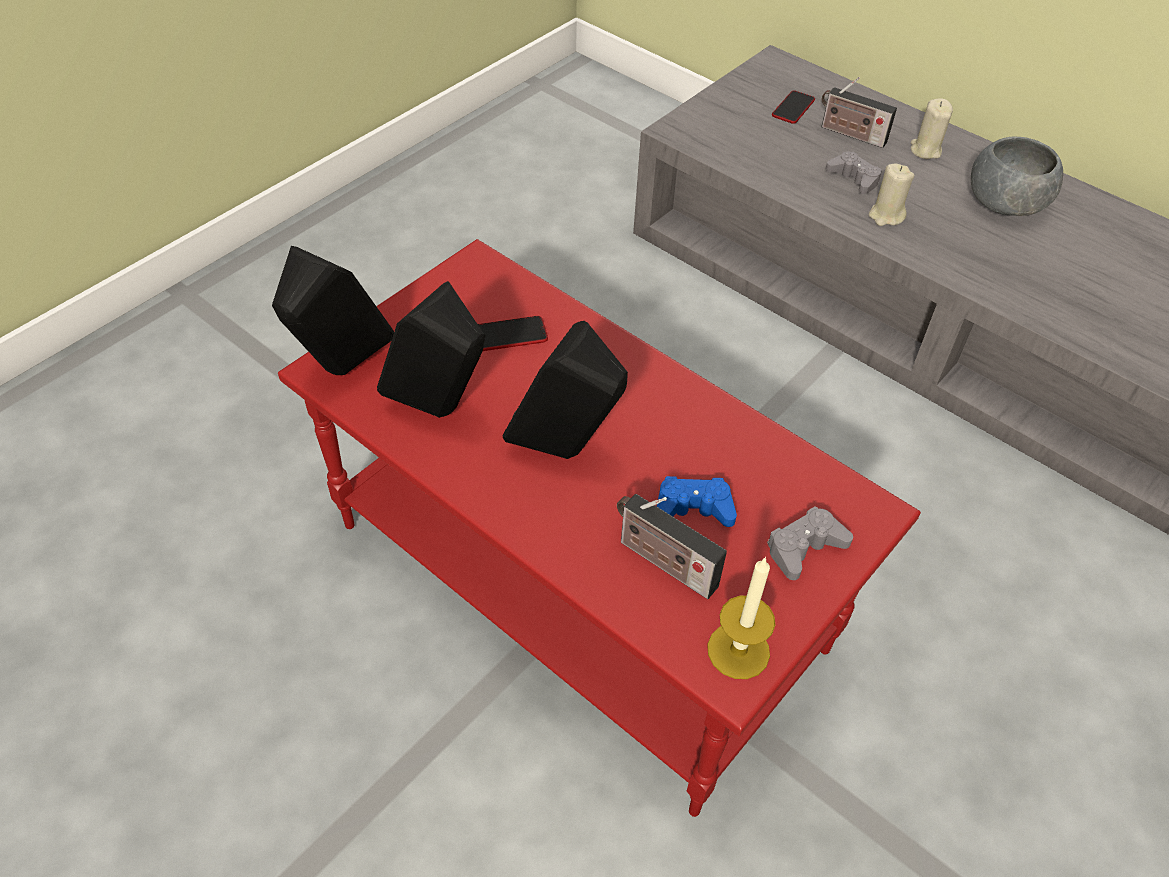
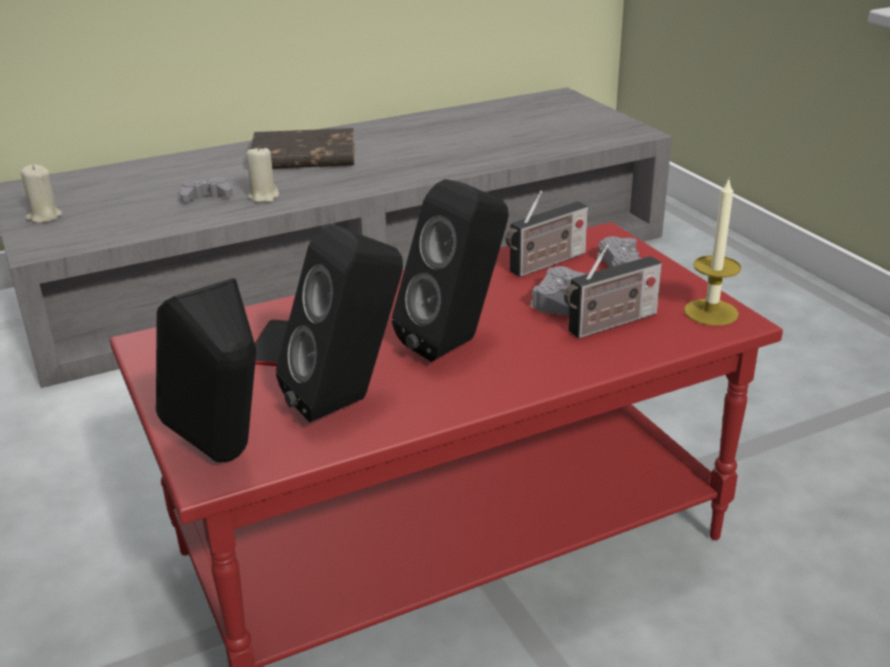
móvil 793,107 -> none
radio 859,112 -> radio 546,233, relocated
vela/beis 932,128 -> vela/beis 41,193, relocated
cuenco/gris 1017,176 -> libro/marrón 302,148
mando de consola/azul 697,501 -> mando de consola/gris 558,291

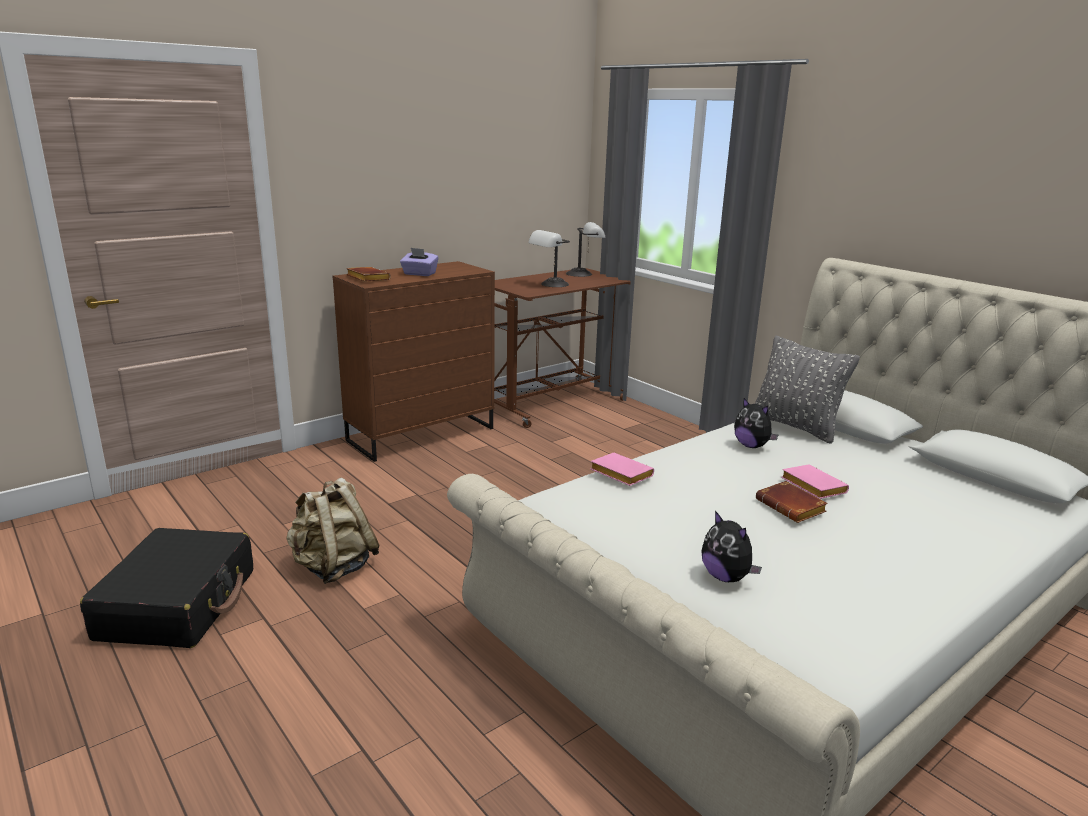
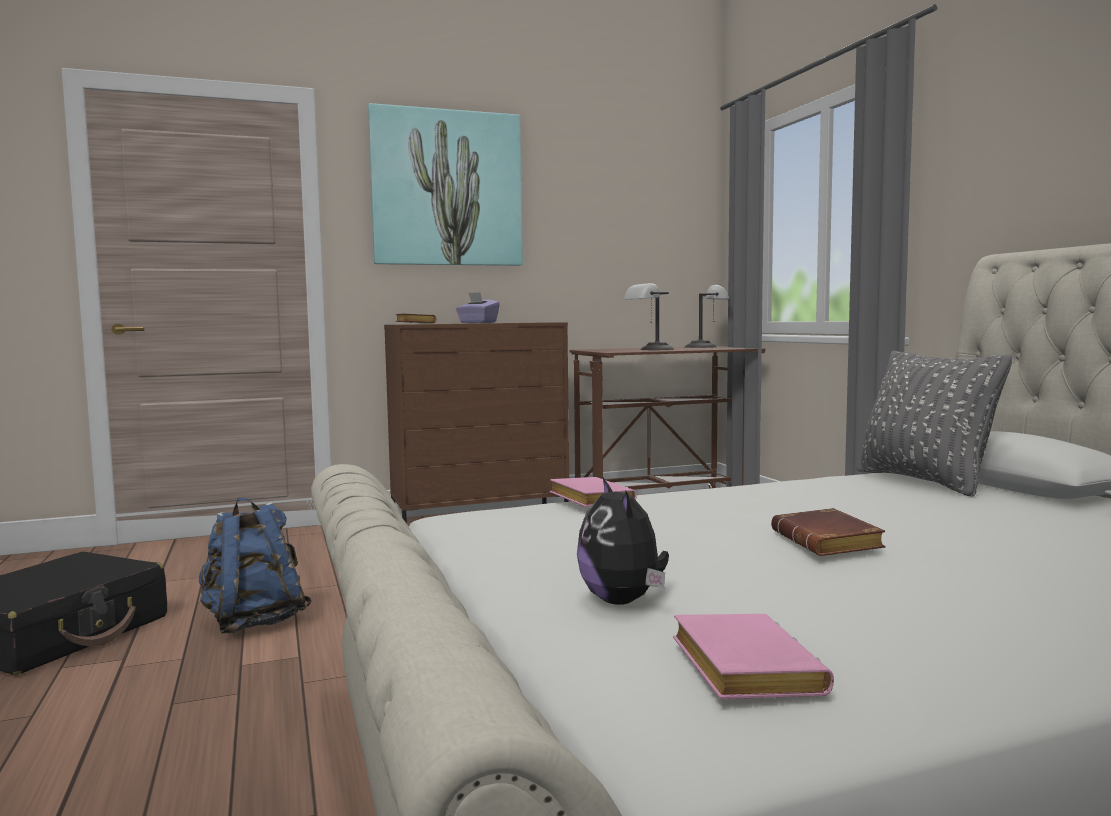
peluche 756,423 -> none
none -> cuadro 445,184
libro/rosa 815,481 -> libro/rosa 753,656, relocated
mochila/beis 332,530 -> mochila/azul 255,566

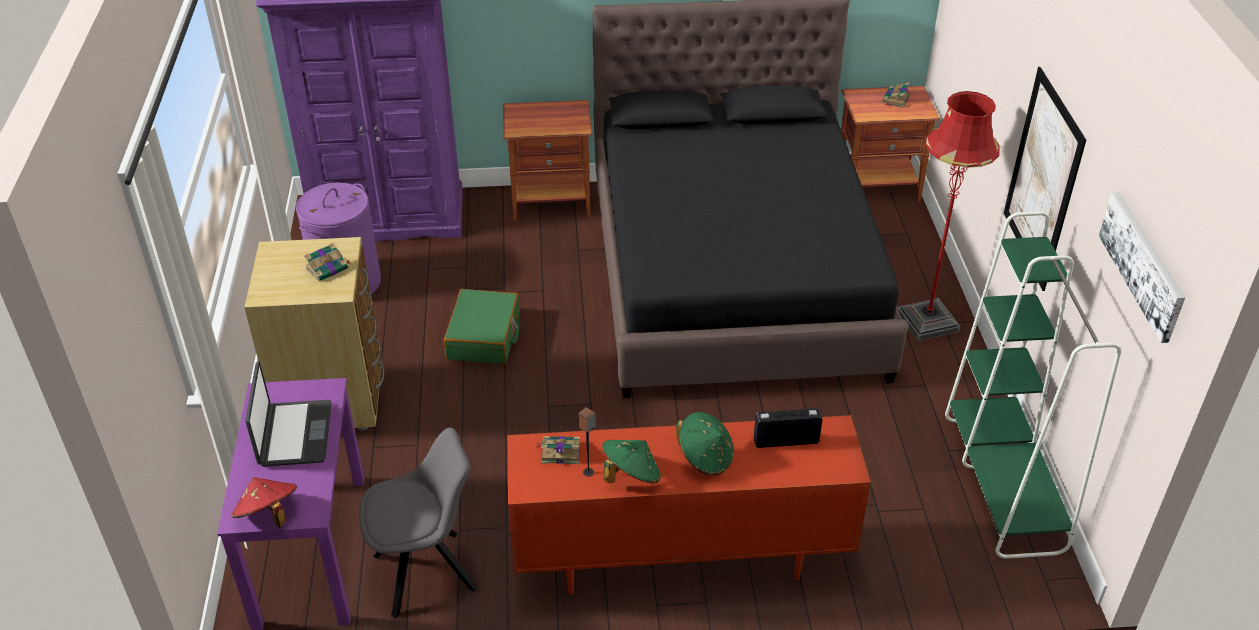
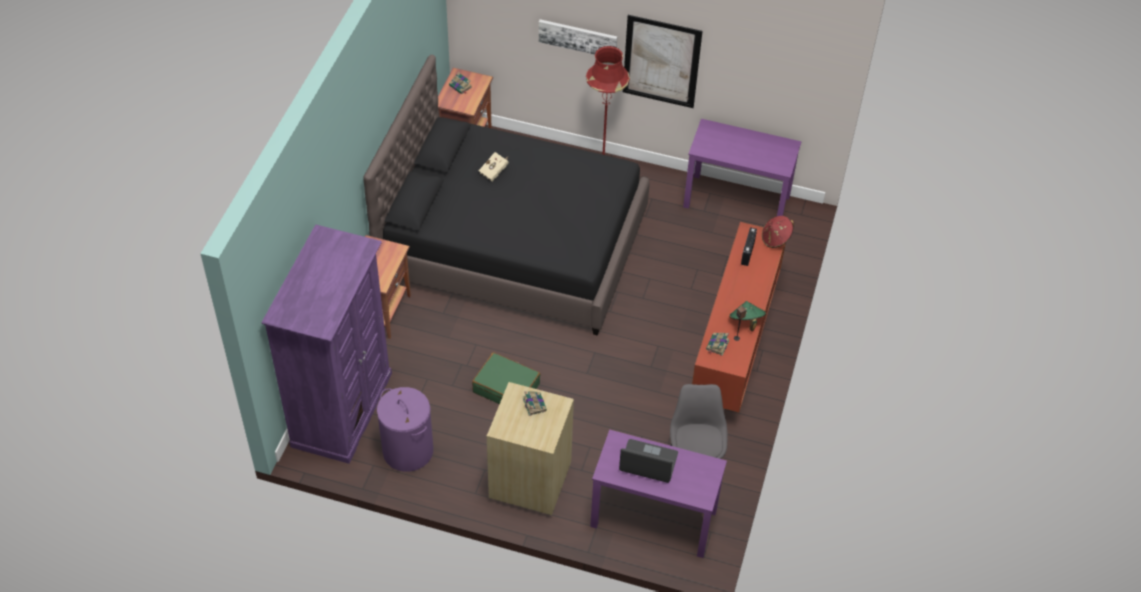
sombrero/verde 705,443 -> none
none -> libro/beis 493,166
sombrero/rojo 264,502 -> sombrero/rojo 778,232, relocated
cuadro 1142,267 -> cuadro 578,37, relocated
perchero/verde 1033,384 -> escritorio/morado 742,167

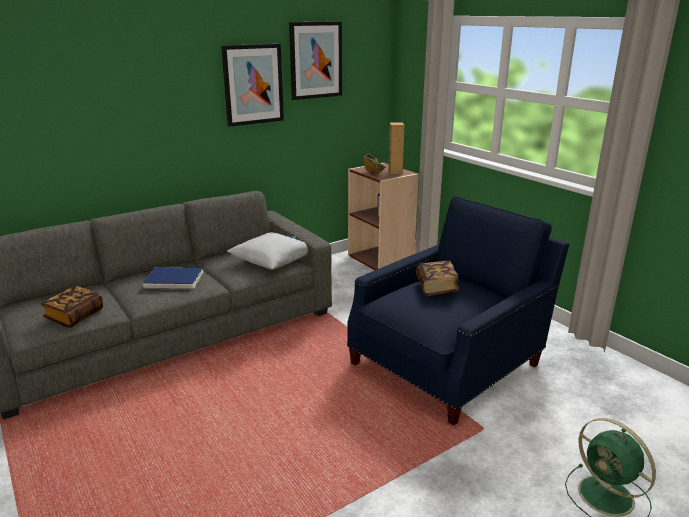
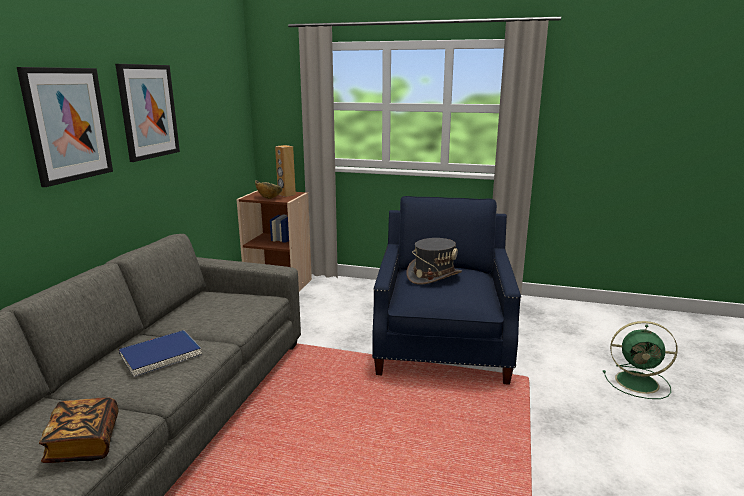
cojín/gris 267,251 -> none
cuadro 315,60 -> cuadro 65,127, relocated
libro 437,278 -> sombrero/gris 434,261

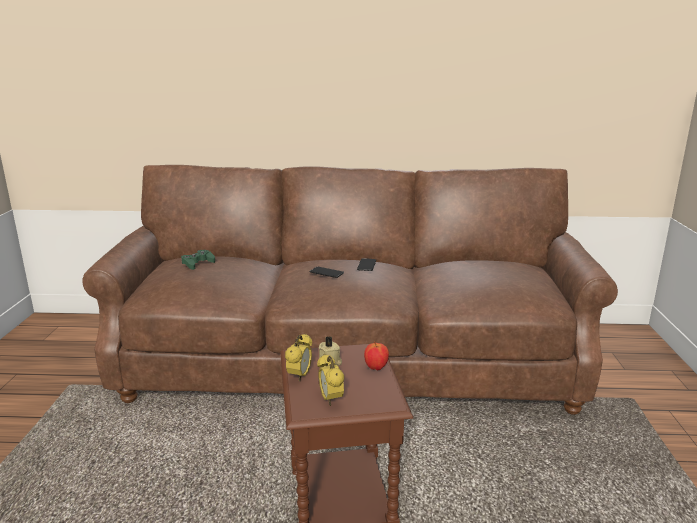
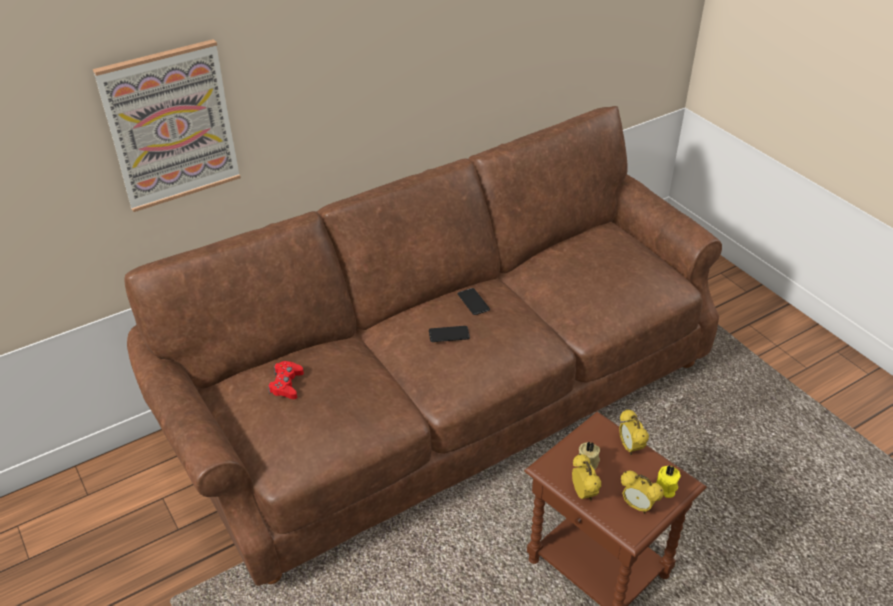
none -> cuadro 167,125
none -> vela/amarillo 668,481
manzana 376,356 -> despertador 634,432
mando de consola/verde 198,260 -> mando de consola/rojo 286,380

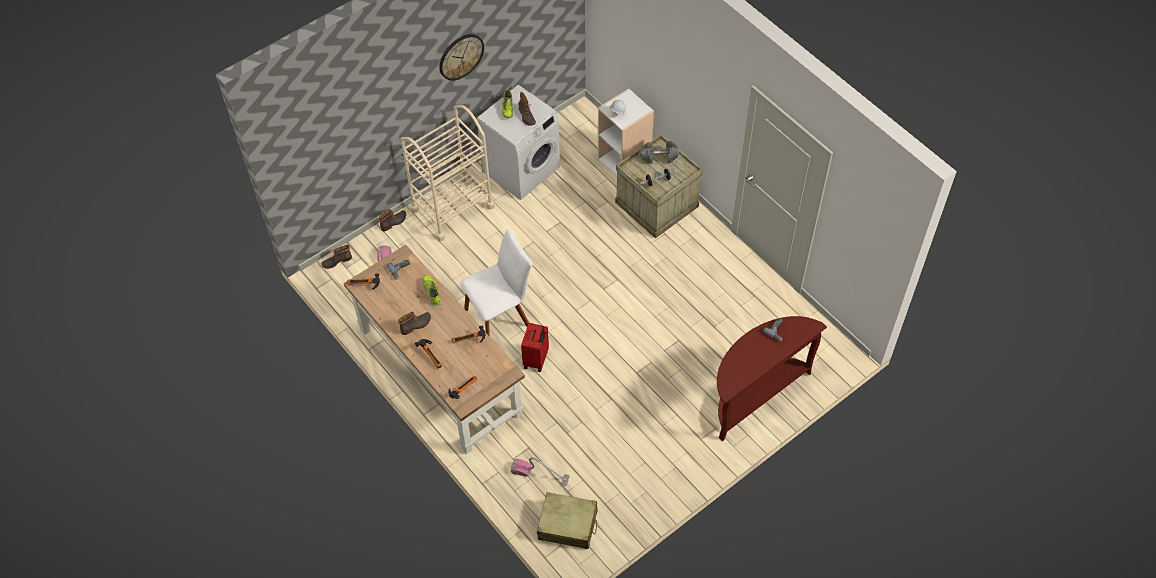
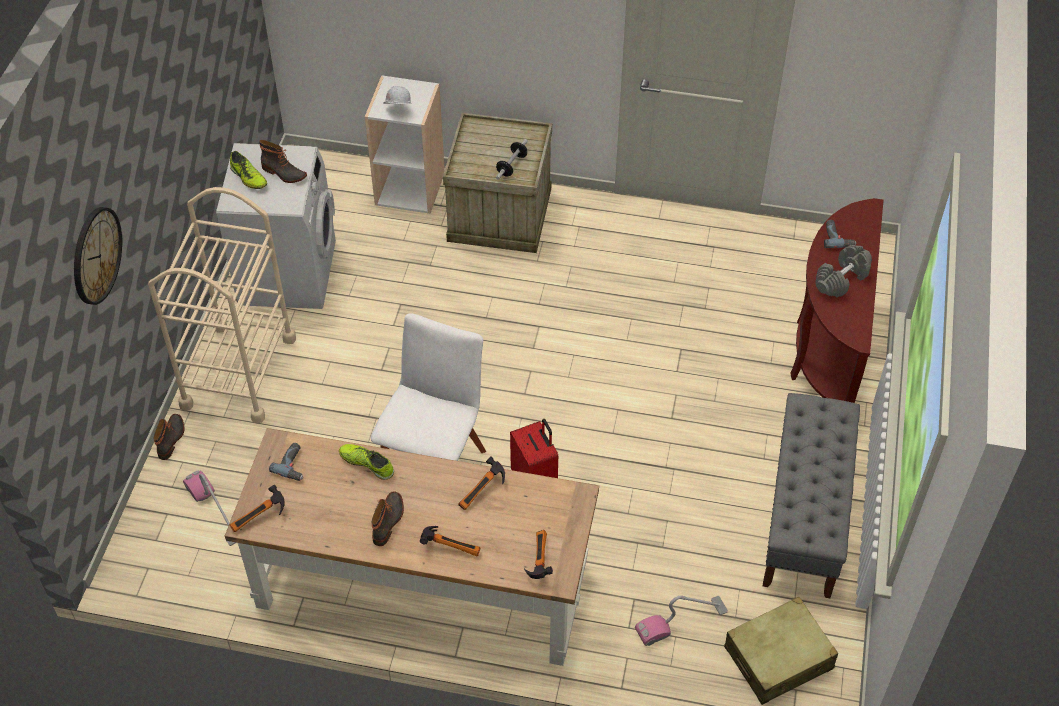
bota 337,257 -> none
none -> banco/gris 811,495
reloj de pared 461,57 -> reloj de pared 98,256, relocated
mancuerna/gris 659,152 -> mancuerna/gris 843,271, relocated

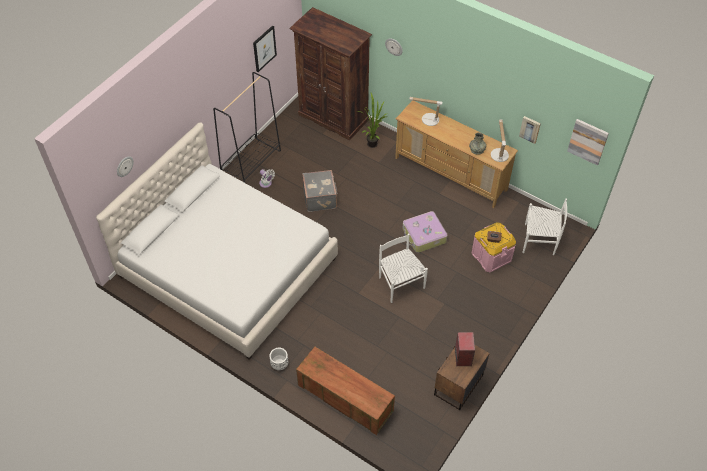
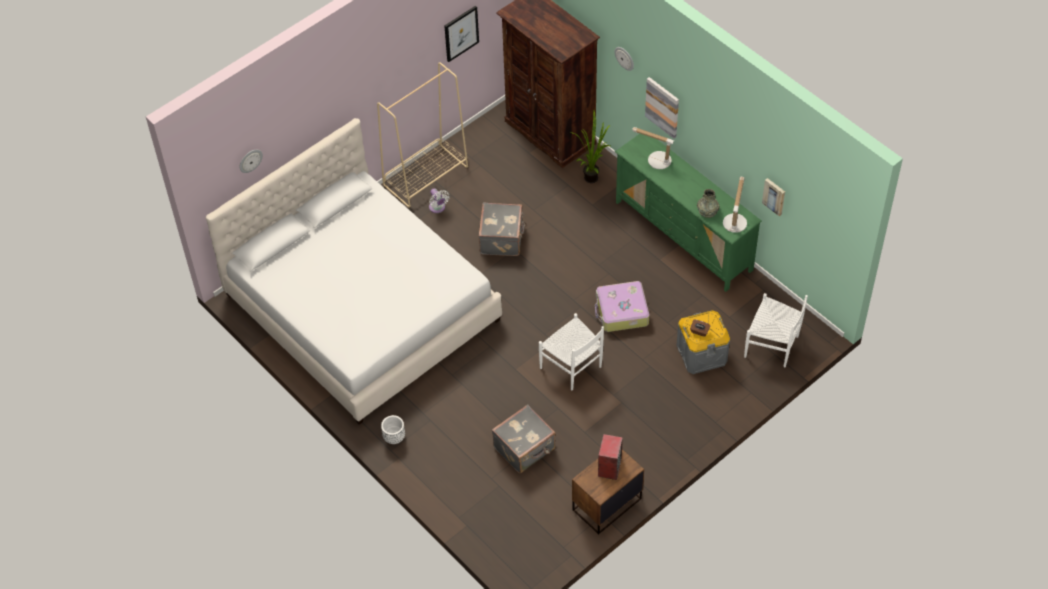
banco/marrón 345,391 -> none
none -> maleta/gris 524,439
cuadro 588,142 -> cuadro 662,108, relocated
perchero/negro 247,127 -> perchero/beis 422,135
cómoda/marrón 456,154 -> cómoda/verde 688,211
caja de almacenaje/rosa 493,247 -> caja de almacenaje/gris 703,342
silla/blanco 403,268 -> silla/blanco 571,351, 150 degrees clockwise

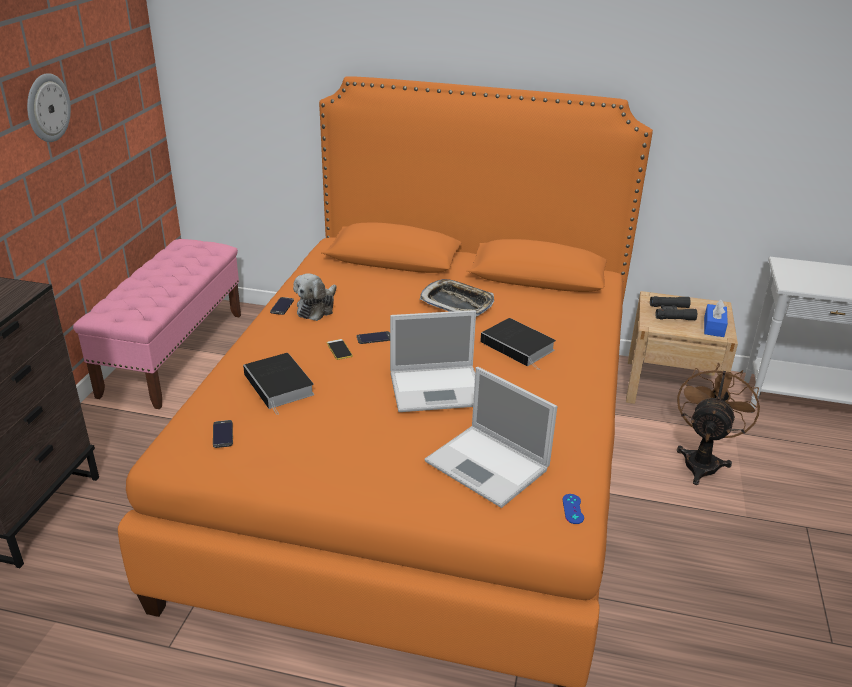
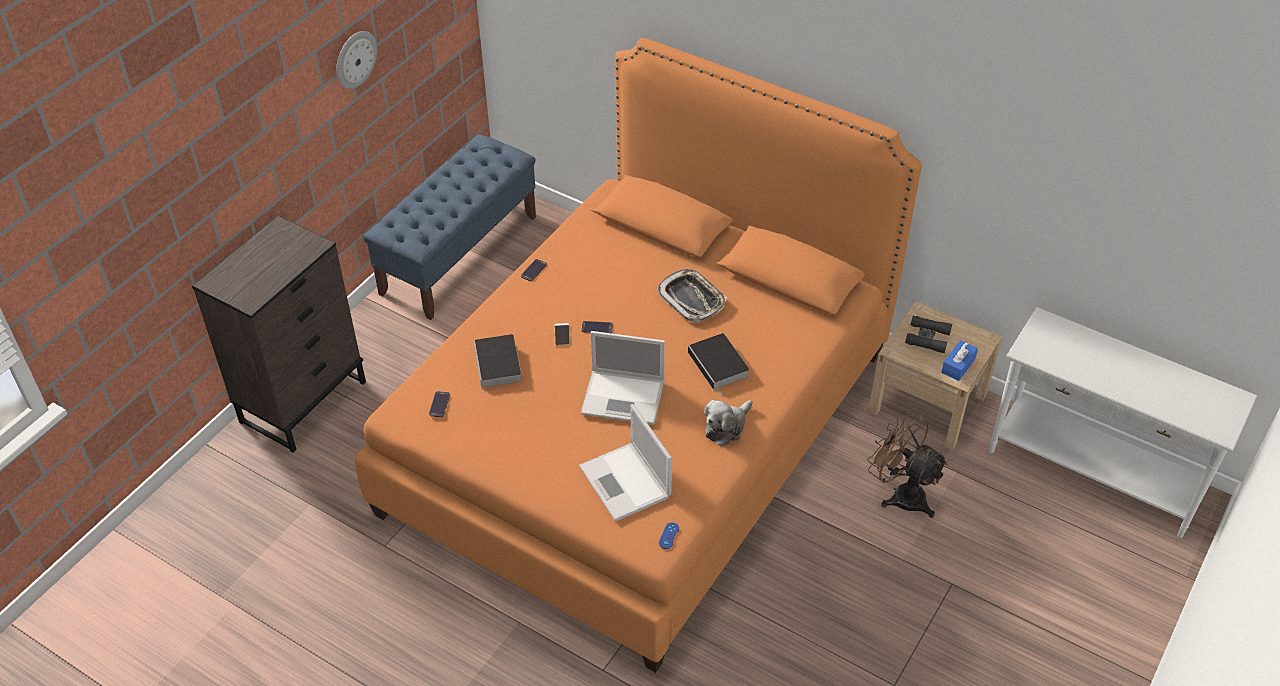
peluche 315,297 -> peluche 728,423, relocated
banco/rosa 157,324 -> banco/azul 449,227
ventilador/marrón 718,424 -> ventilador/marrón 907,464, 90 degrees counterclockwise

